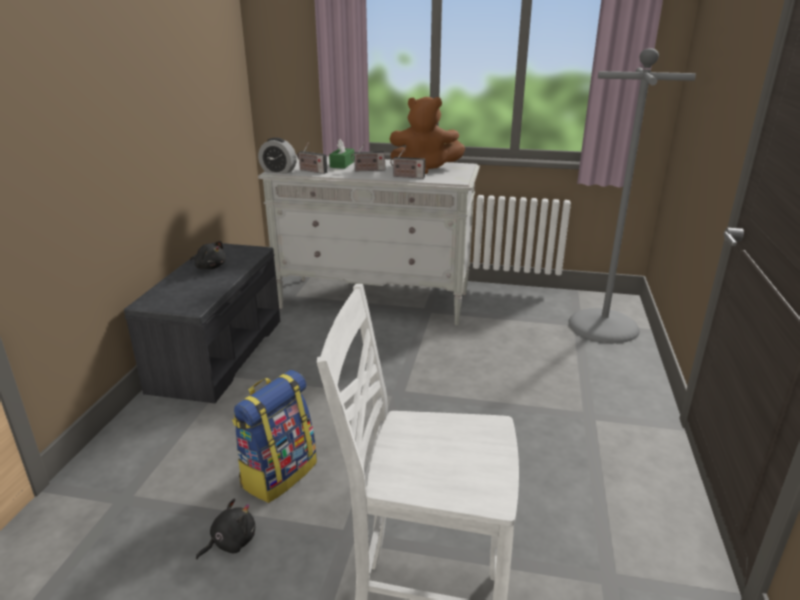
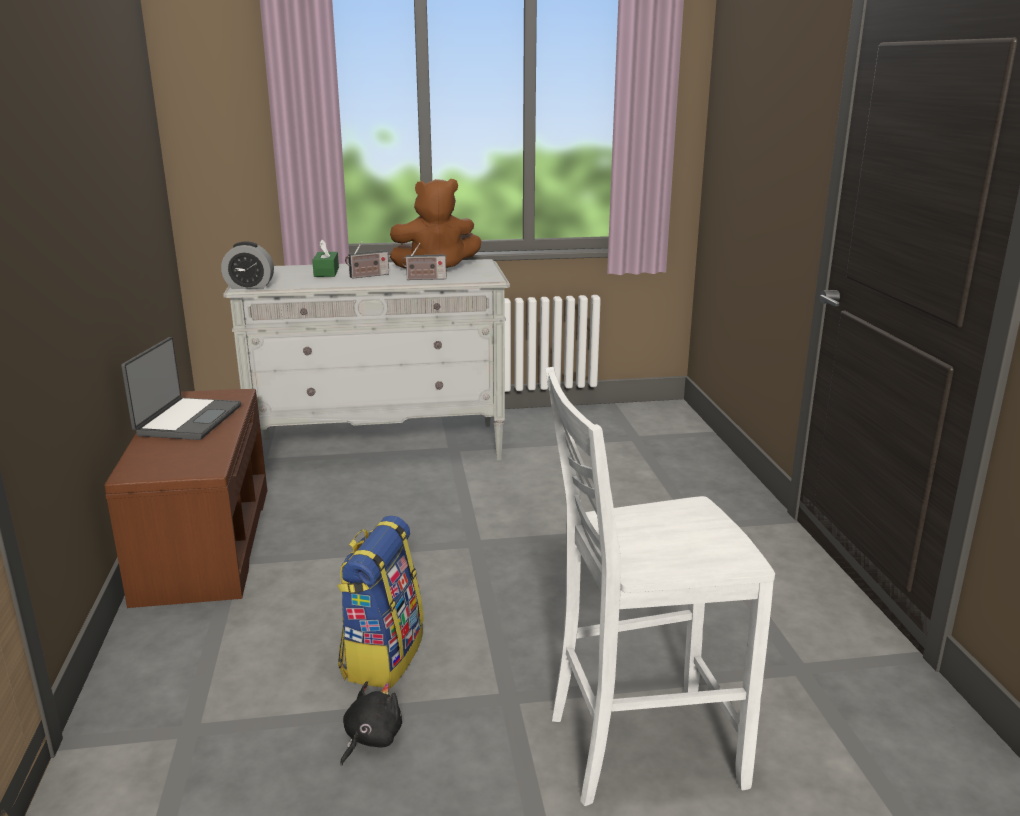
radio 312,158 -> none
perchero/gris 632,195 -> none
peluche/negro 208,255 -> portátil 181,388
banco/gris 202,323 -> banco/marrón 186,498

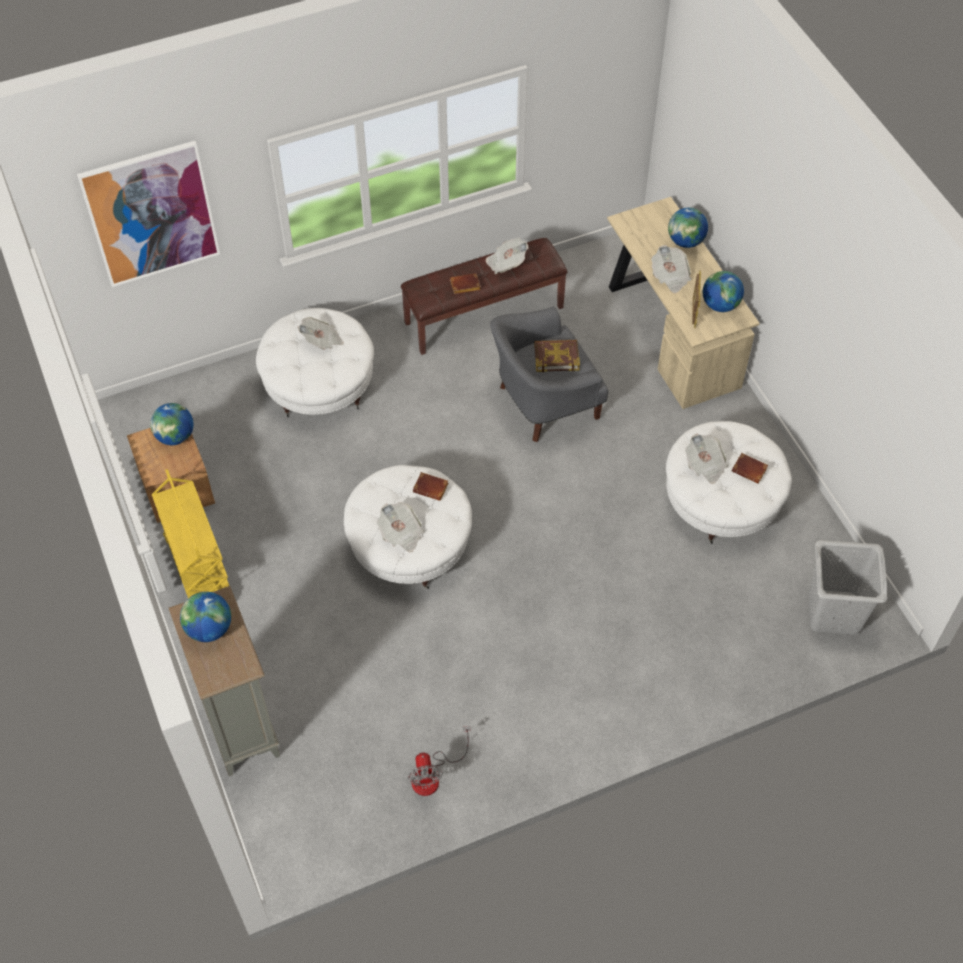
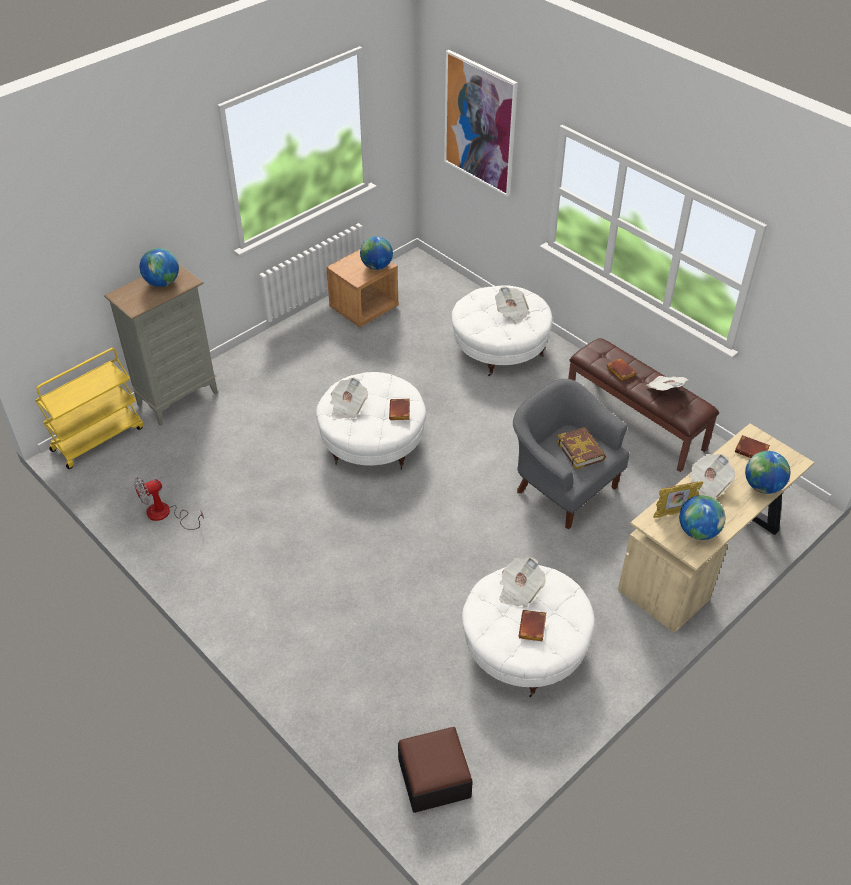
none -> libro/marrón 752,446
carrito/amarillo 190,533 -> carrito/amarillo 89,408, relocated
cesto de la ropa/gris 848,587 -> puf 435,770

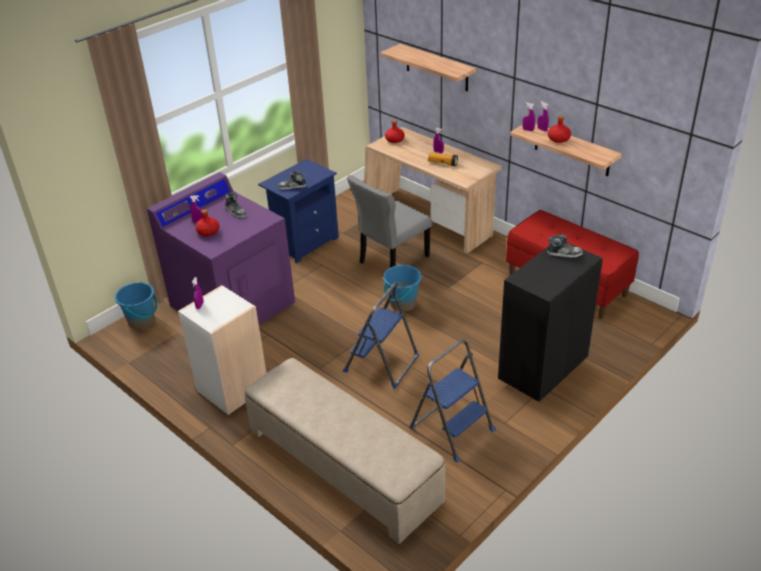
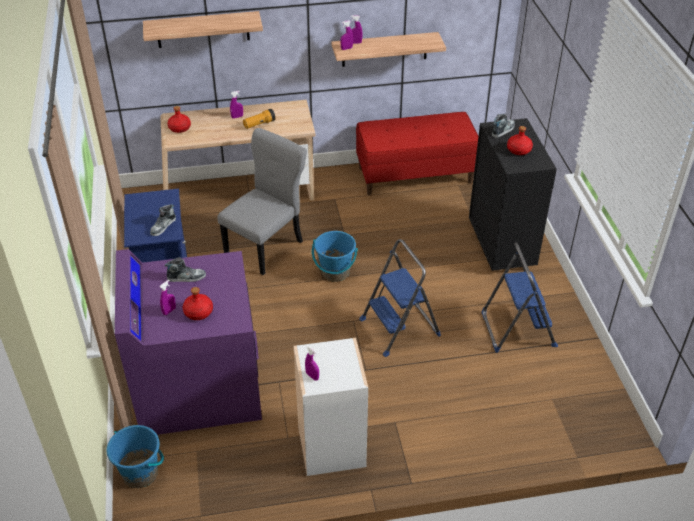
banco/beis 344,451 -> none
botella/rojo 559,129 -> botella/rojo 520,140, relocated
silla/gris 389,221 -> silla/gris 262,201, 135 degrees counterclockwise

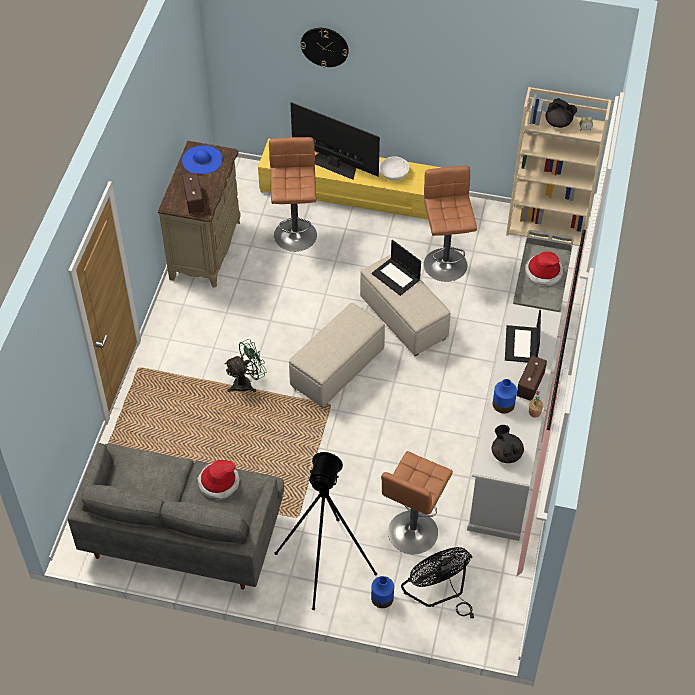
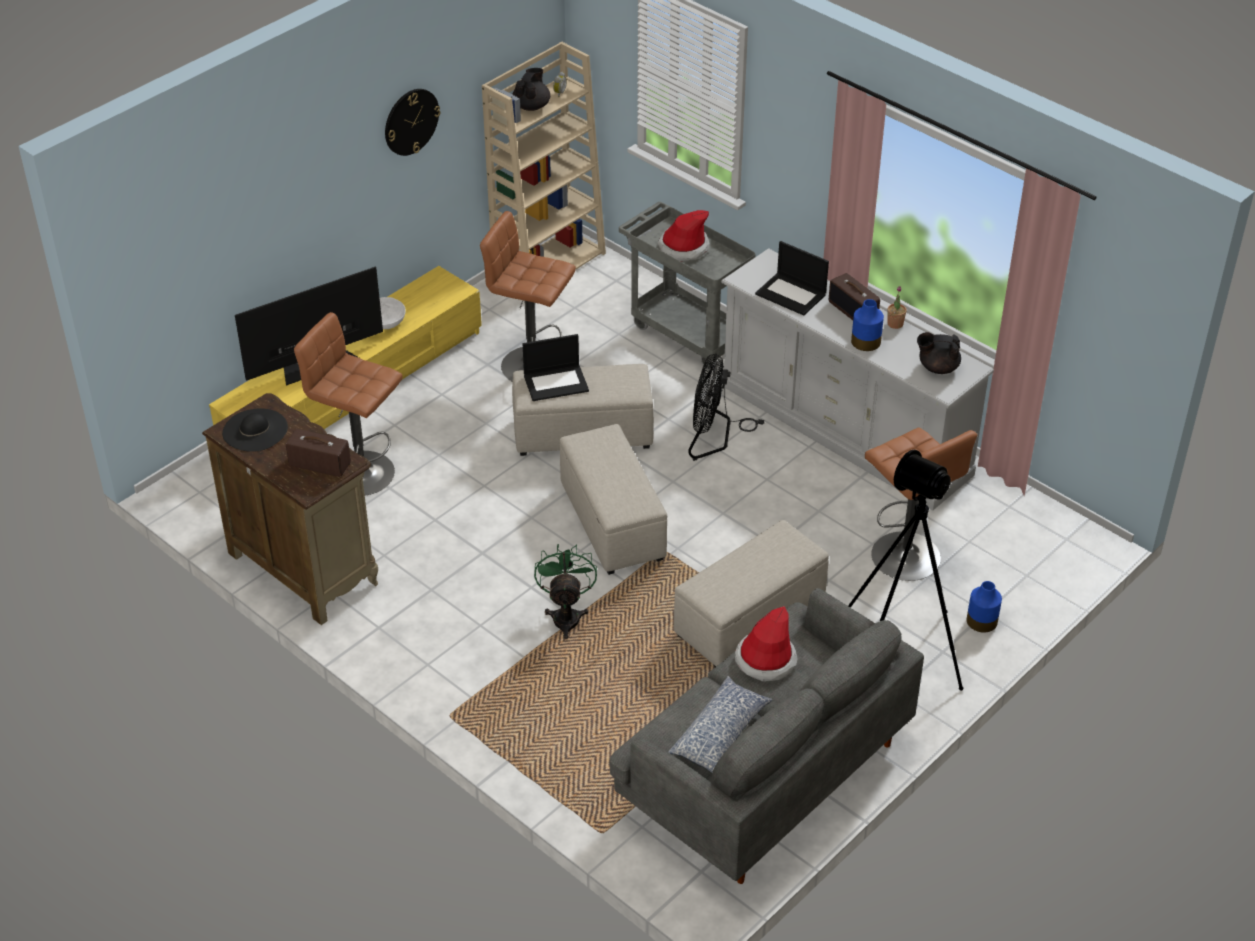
none -> cojín 720,724
none -> puf/beis 751,593
reloj de pared 325,48 -> reloj de pared 412,122, relocated
ventilador/negro 437,582 -> ventilador/negro 727,407, relocated
sombrero/azul 202,159 -> sombrero/negro 255,430
tetera/negro 561,113 -> tetera/negro 531,89, 45 degrees counterclockwise

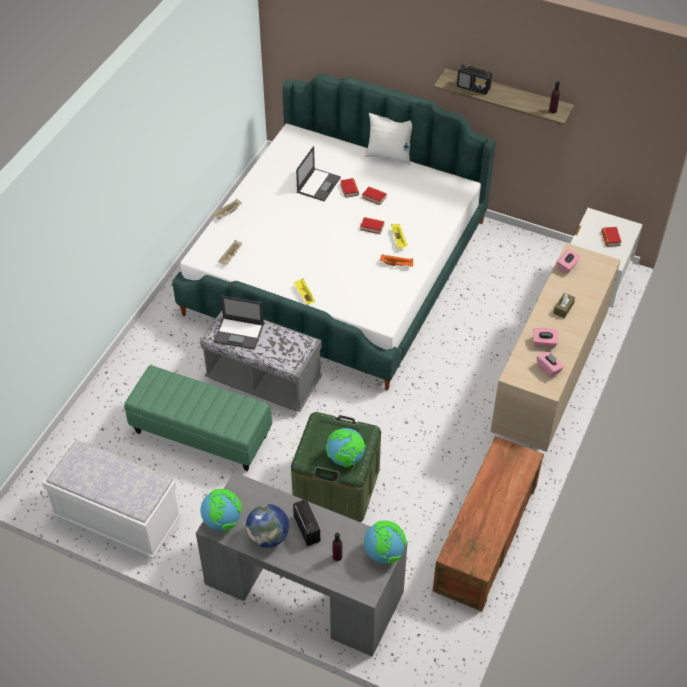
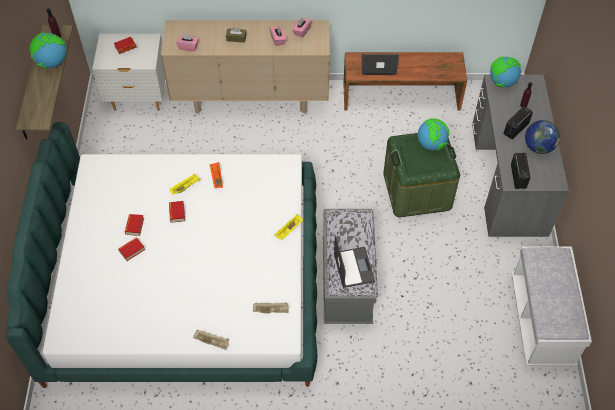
puf/verde 198,418 -> none
cojín/blanco 388,139 -> none
globo terráqueo 221,510 -> globo terráqueo 47,50, relocated
portátil 318,173 -> portátil 380,64, relocated
radio 474,79 -> radio 521,171, relocated

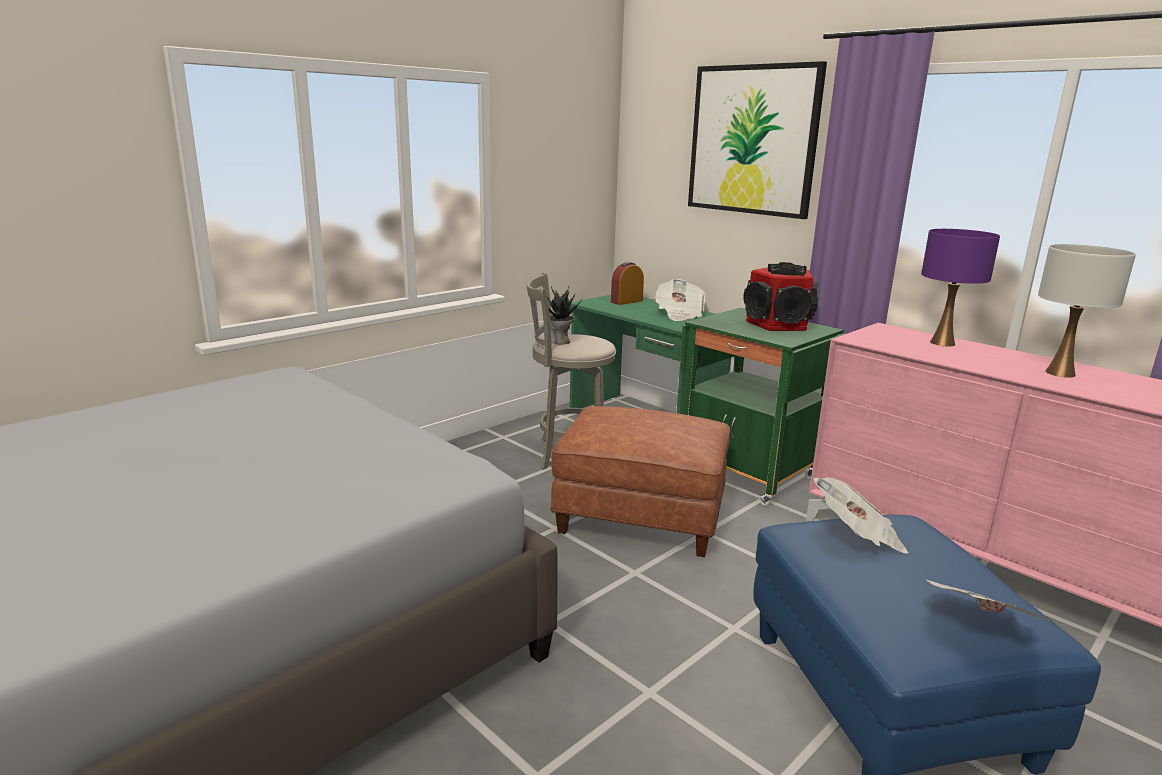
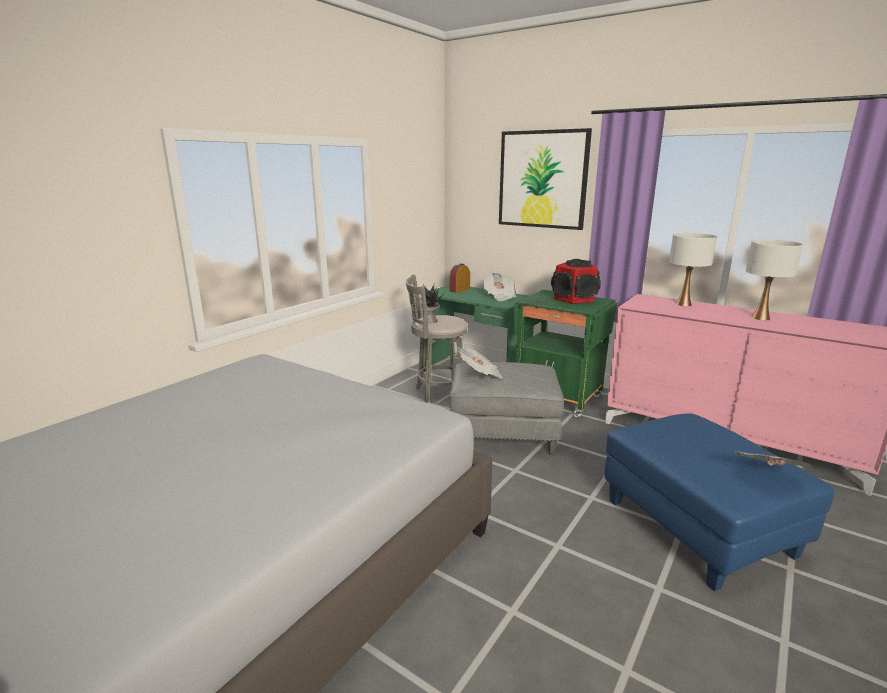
periódico 861,515 -> periódico 479,363, relocated
puf/marrón 640,481 -> puf/gris 507,408
lámpara de mesa/morado 960,288 -> lámpara de mesa/blanco 693,269

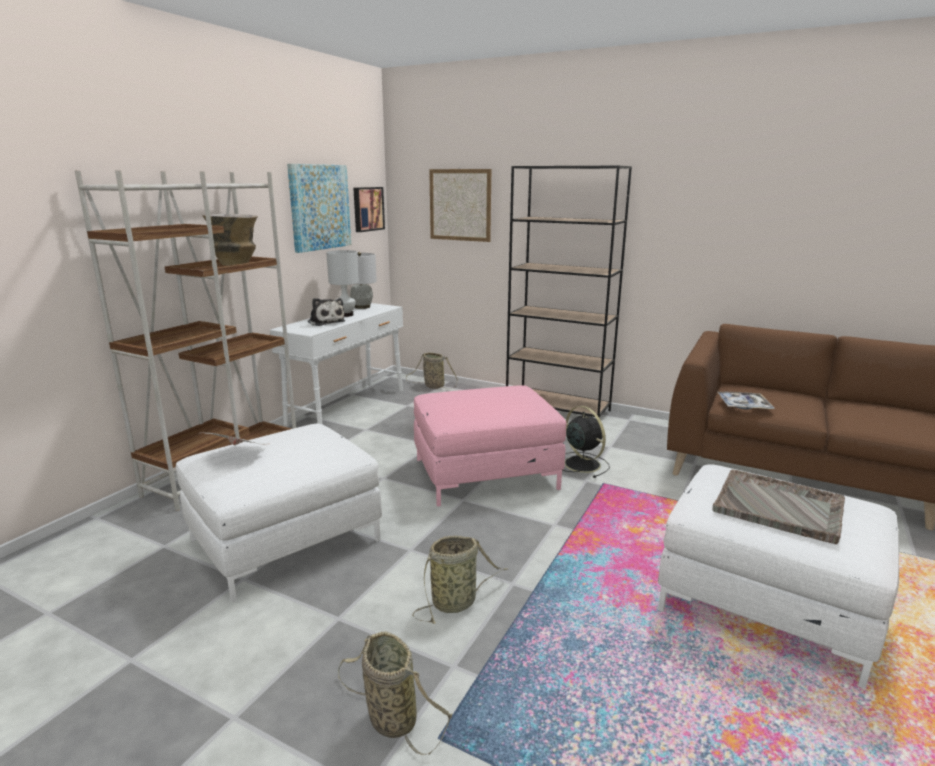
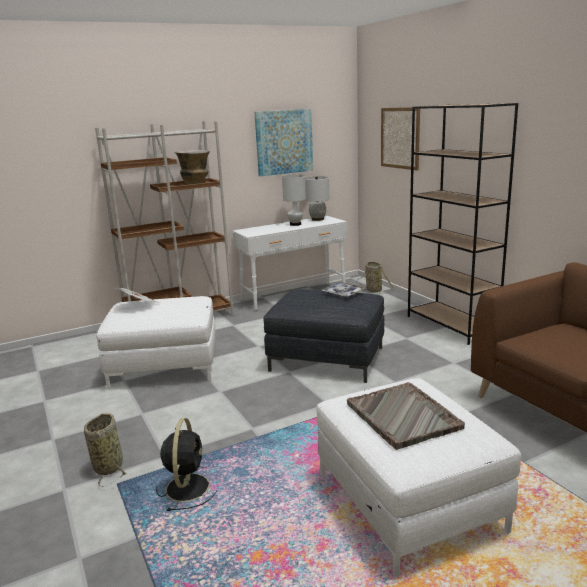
peluche 326,312 -> none
cuadro 369,209 -> none
cesta 459,580 -> none
ventilador/negro 586,442 -> ventilador/negro 186,464, relocated
bandeja 746,400 -> bandeja 343,289, relocated
puf/rosa 490,446 -> puf/gris 323,336

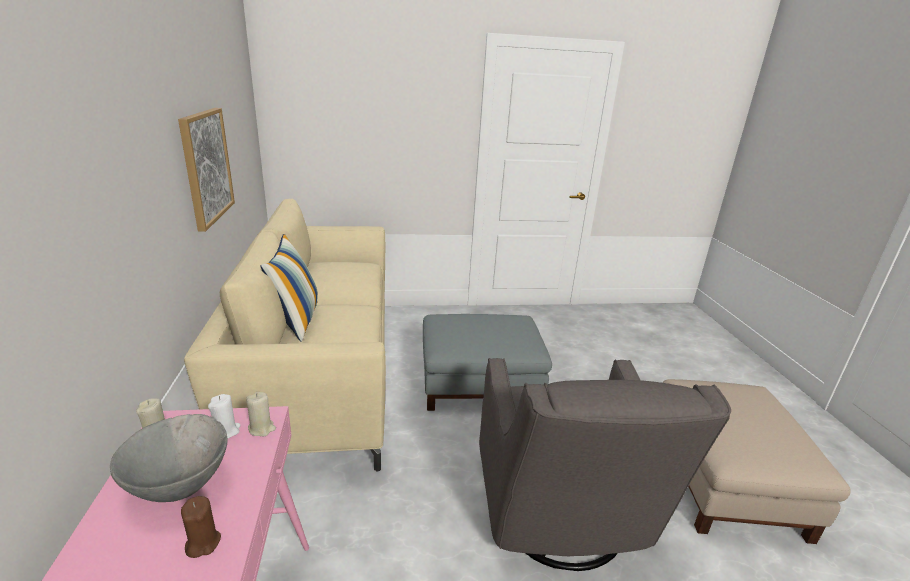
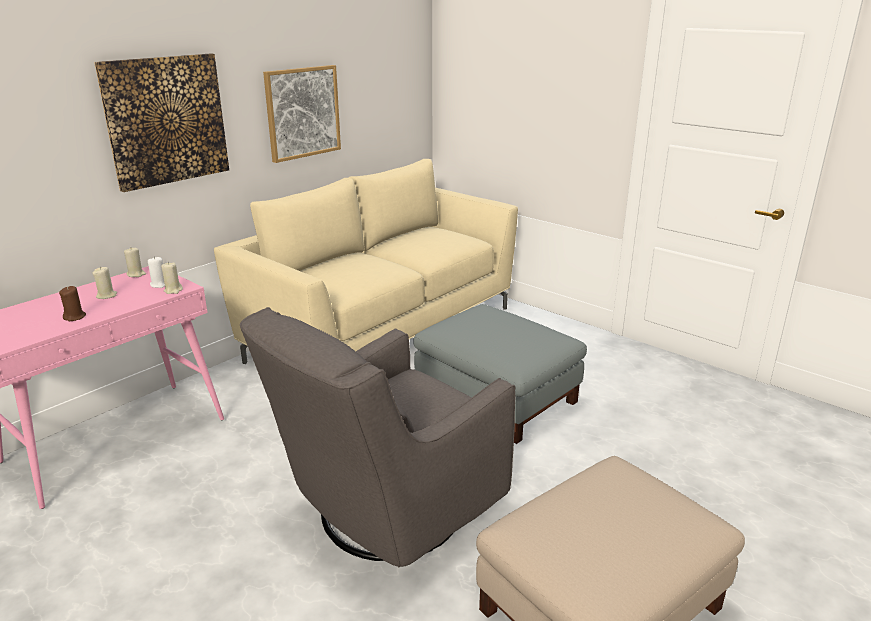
cojín 289,288 -> none
none -> cuadro 161,122
cuenco/gris 169,458 -> vela/beis 105,283

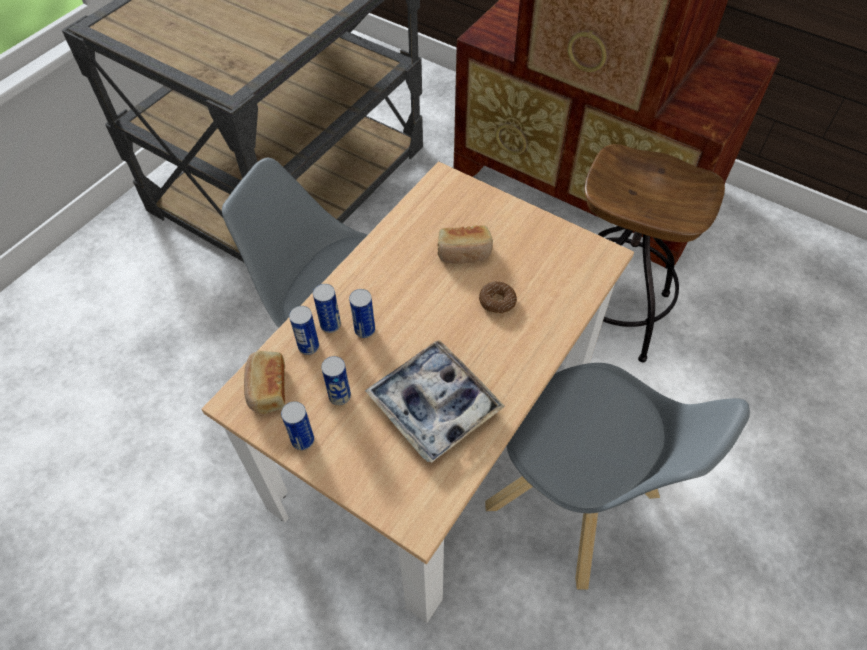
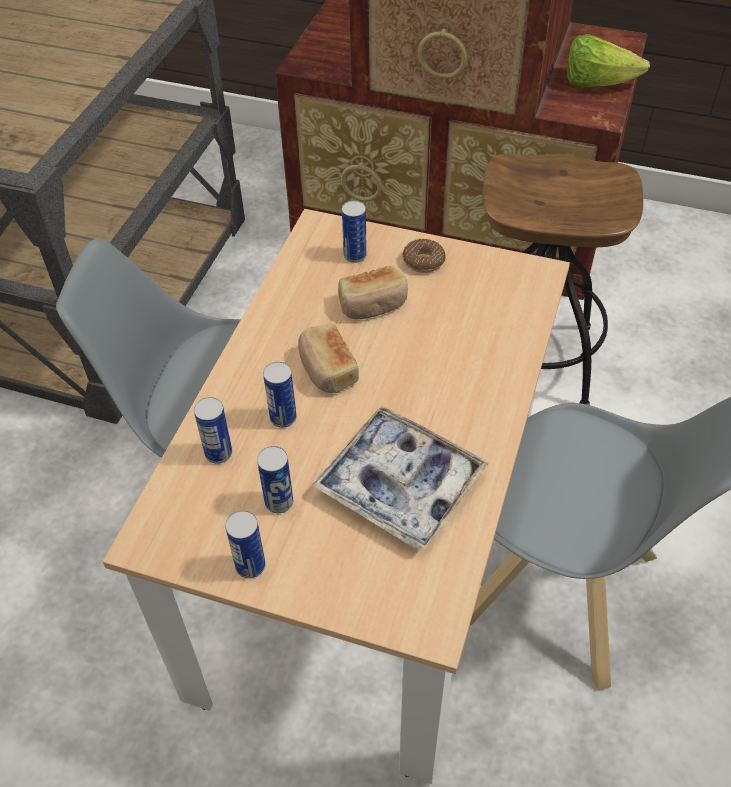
none -> lechuga 608,60
pan 264,382 -> pan 328,358, relocated
lata 327,308 -> lata 354,232, relocated
rosquilla 498,298 -> rosquilla 424,256, relocated

